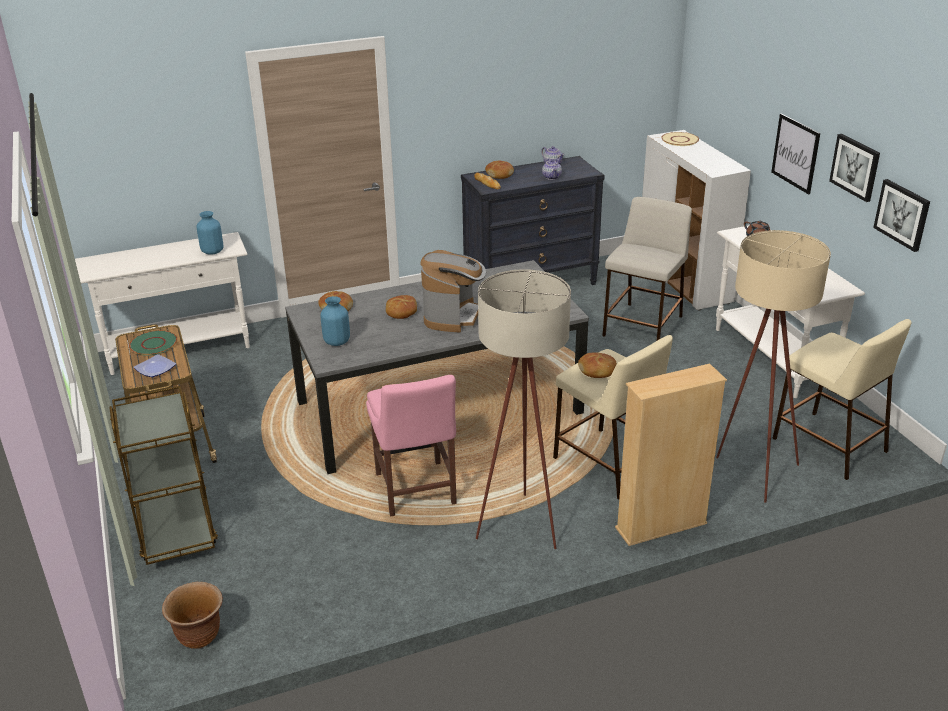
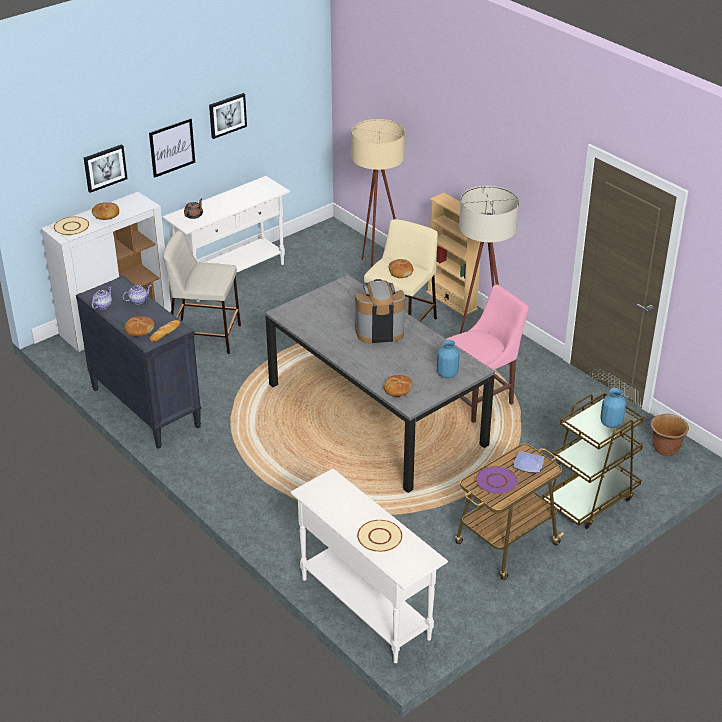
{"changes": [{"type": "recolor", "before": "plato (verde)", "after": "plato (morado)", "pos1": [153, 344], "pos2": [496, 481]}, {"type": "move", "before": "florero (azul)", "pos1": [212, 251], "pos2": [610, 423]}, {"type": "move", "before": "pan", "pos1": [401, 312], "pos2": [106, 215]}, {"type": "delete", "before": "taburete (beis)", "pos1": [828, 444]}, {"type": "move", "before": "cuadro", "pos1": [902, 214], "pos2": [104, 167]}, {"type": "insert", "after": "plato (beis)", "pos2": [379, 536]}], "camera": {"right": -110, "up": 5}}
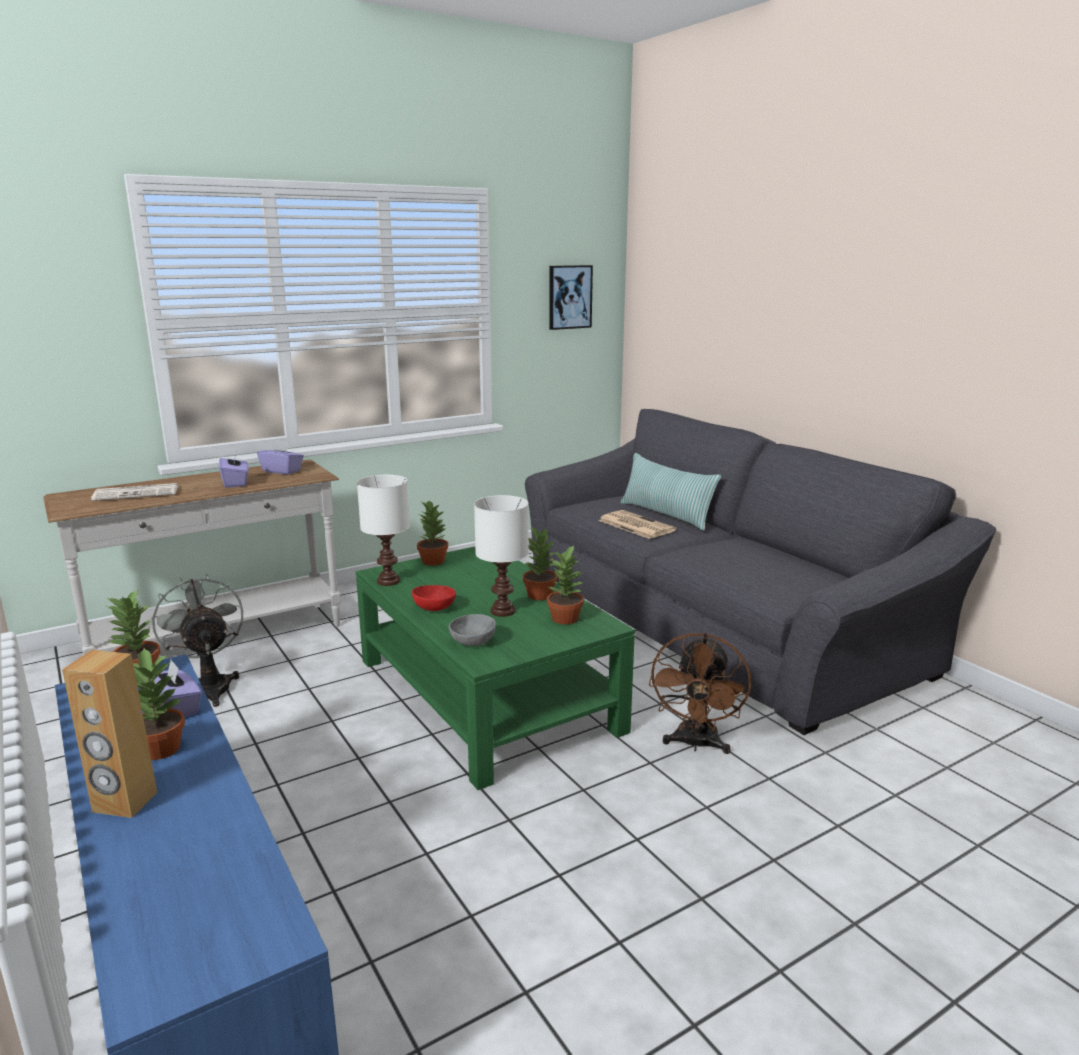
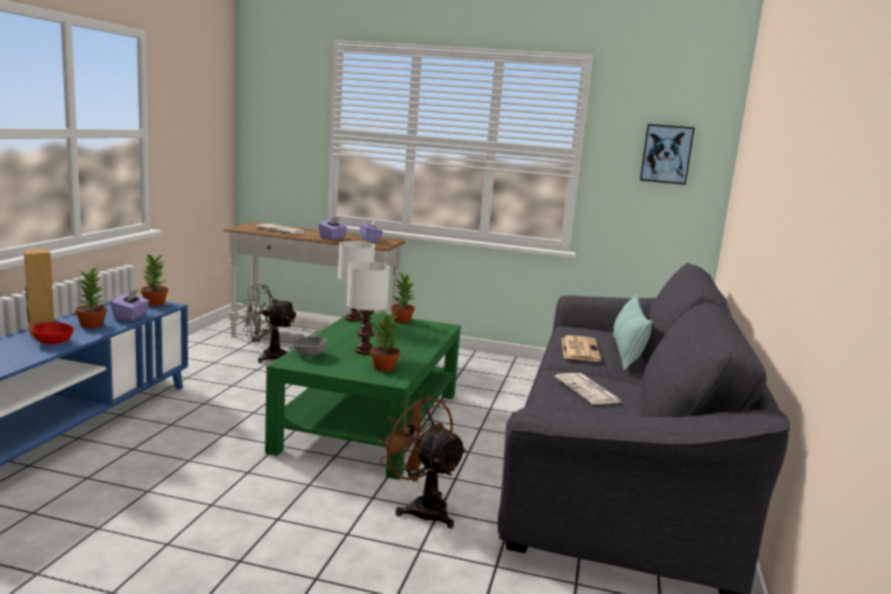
{"changes": [{"type": "rotate", "before": "ventilador (gris)", "pos1": [209, 686], "pos2": [267, 356], "turn": -105}, {"type": "move", "before": "cuenco (rojo)", "pos1": [434, 607], "pos2": [54, 342]}, {"type": "delete", "before": "planta en maceta", "pos1": [540, 595]}, {"type": "rotate", "before": "ventilador (marrón)", "pos1": [696, 744], "pos2": [421, 507], "turn": 75}, {"type": "insert", "after": "periódico", "pos2": [588, 390]}], "camera": {"right": 45, "up": -5}}
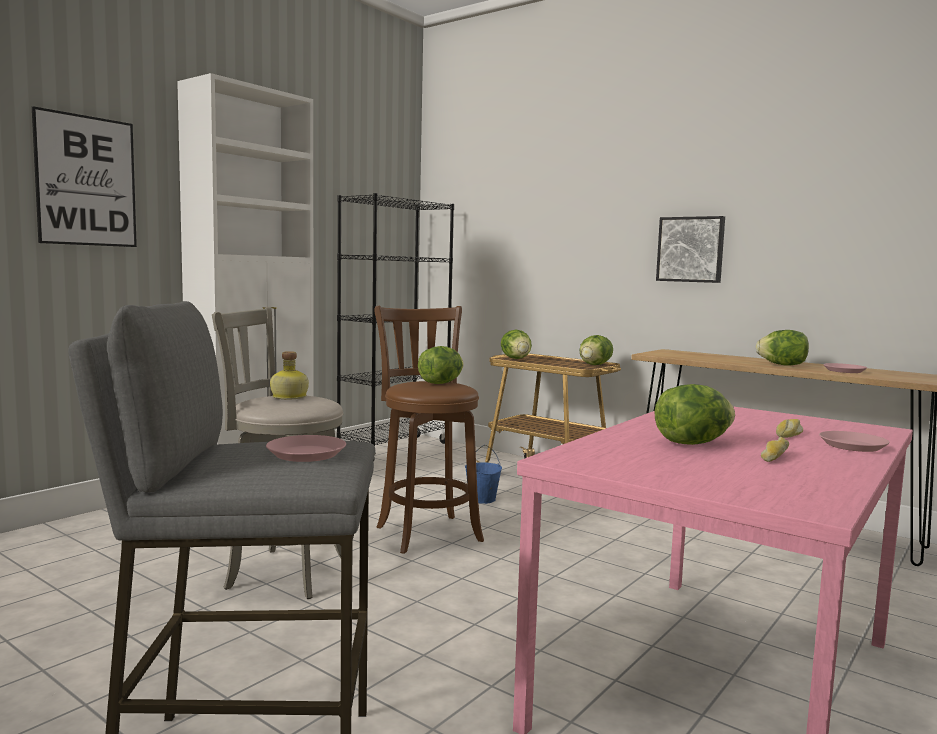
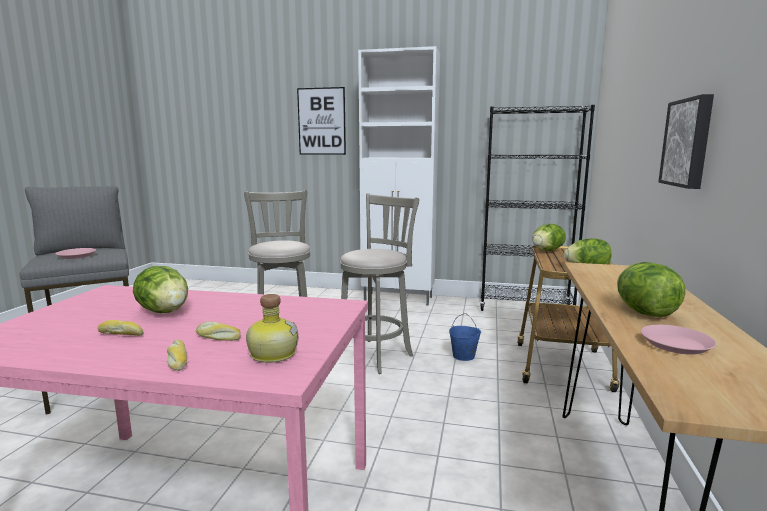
{"changes": [{"type": "move", "before": "botella", "pos1": [288, 397], "pos2": [272, 354]}, {"type": "recolor", "before": "taburete (marrón)", "after": "taburete (gris)", "pos1": [427, 532], "pos2": [376, 354]}, {"type": "delete", "before": "lechuga", "pos1": [441, 383]}, {"type": "replace", "before": "plato (rosa)", "after": "pan", "pos1": [852, 446], "pos2": [177, 360]}], "camera": {"right": 65, "up": 5}}
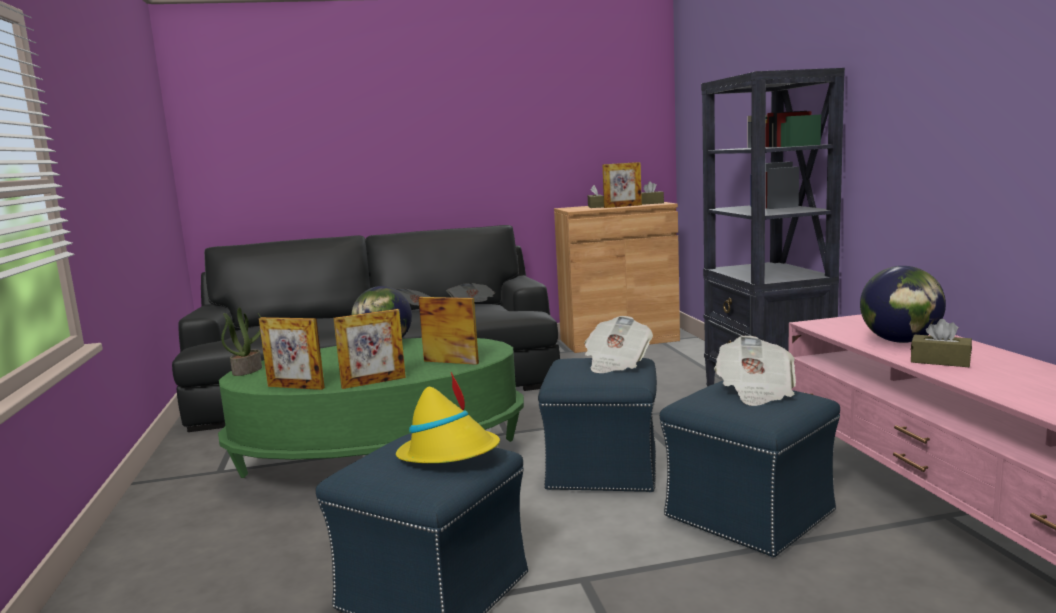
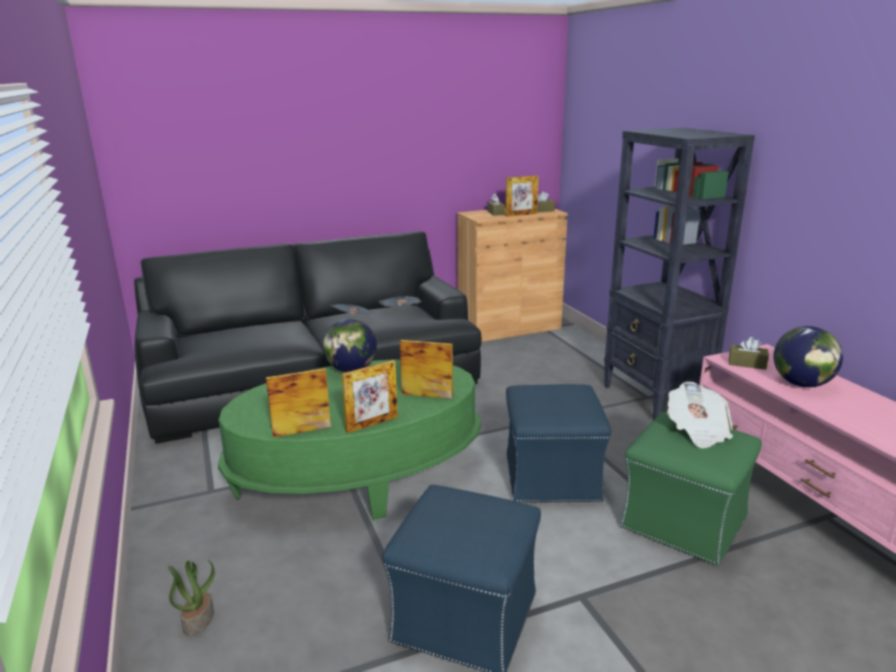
{"changes": [{"type": "move", "before": "planta en maceta", "pos1": [247, 370], "pos2": [198, 620]}, {"type": "rotate", "before": "portarretratos", "pos1": [295, 387], "pos2": [302, 431], "turn": 150}, {"type": "delete", "before": "sombrero (amarillo)", "pos1": [450, 454]}, {"type": "delete", "before": "periódico", "pos1": [616, 363]}, {"type": "recolor", "before": "puf (azul)", "after": "puf (verde)", "pos1": [747, 514], "pos2": [682, 521]}, {"type": "move", "before": "caja de pañuelos (marrón)", "pos1": [940, 361], "pos2": [747, 363]}], "camera": {"right": -10, "up": 10}}
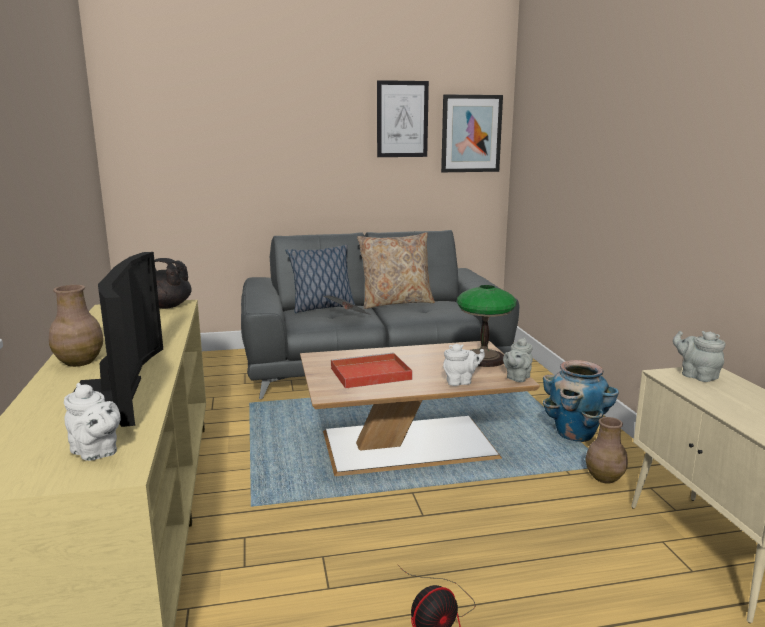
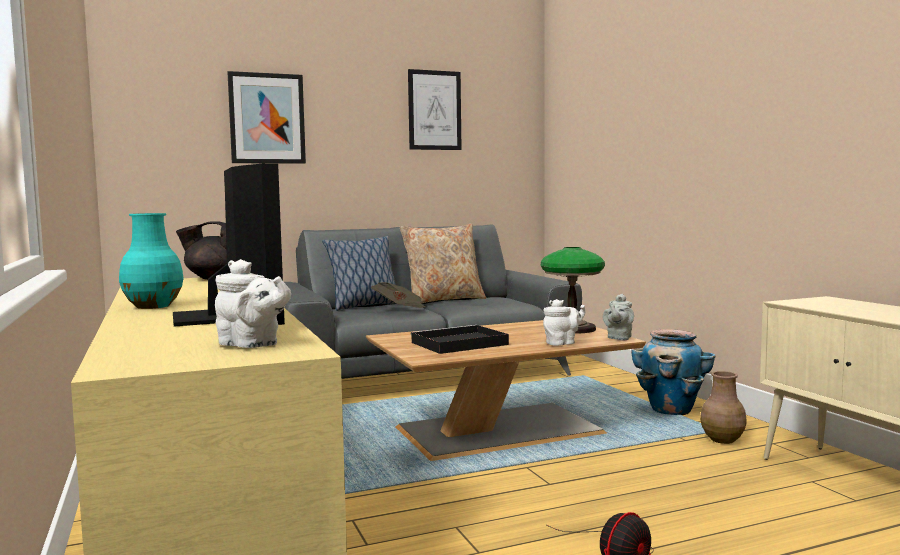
{"changes": [{"type": "recolor", "before": "florero (marrón)", "after": "florero (turquesa)", "pos1": [79, 362], "pos2": [152, 306]}, {"type": "recolor", "before": "bandeja (rojo)", "after": "bandeja (negro)", "pos1": [369, 374], "pos2": [458, 344]}, {"type": "move", "before": "cuadro", "pos1": [471, 134], "pos2": [267, 118]}, {"type": "delete", "before": "tetera (gris)", "pos1": [696, 375]}], "camera": {"right": -10, "up": -10}}
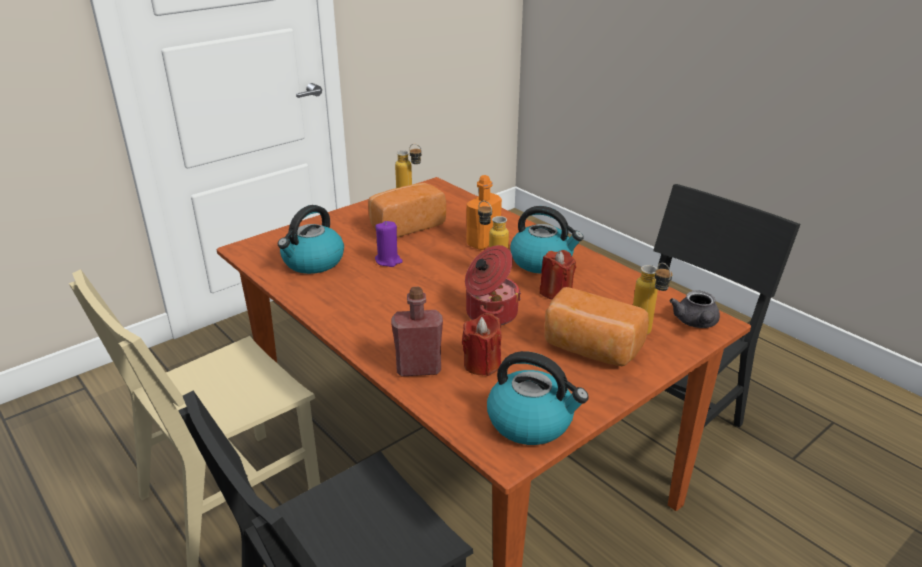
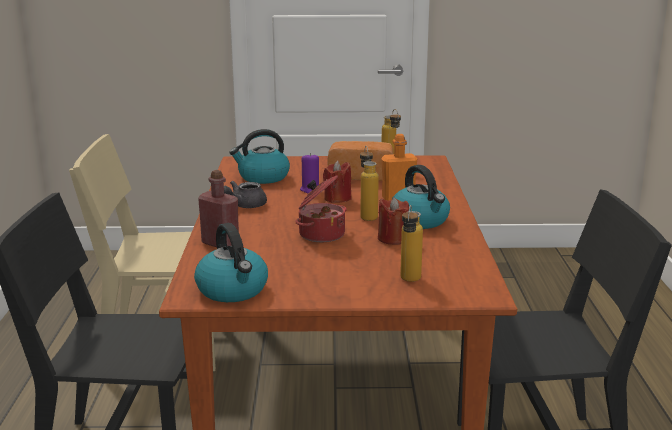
{"changes": [{"type": "move", "before": "vela (rojo)", "pos1": [482, 364], "pos2": [337, 199]}, {"type": "delete", "before": "pan", "pos1": [590, 349]}, {"type": "move", "before": "tetera (gris)", "pos1": [696, 323], "pos2": [244, 205]}], "camera": {"right": 40, "up": -10}}
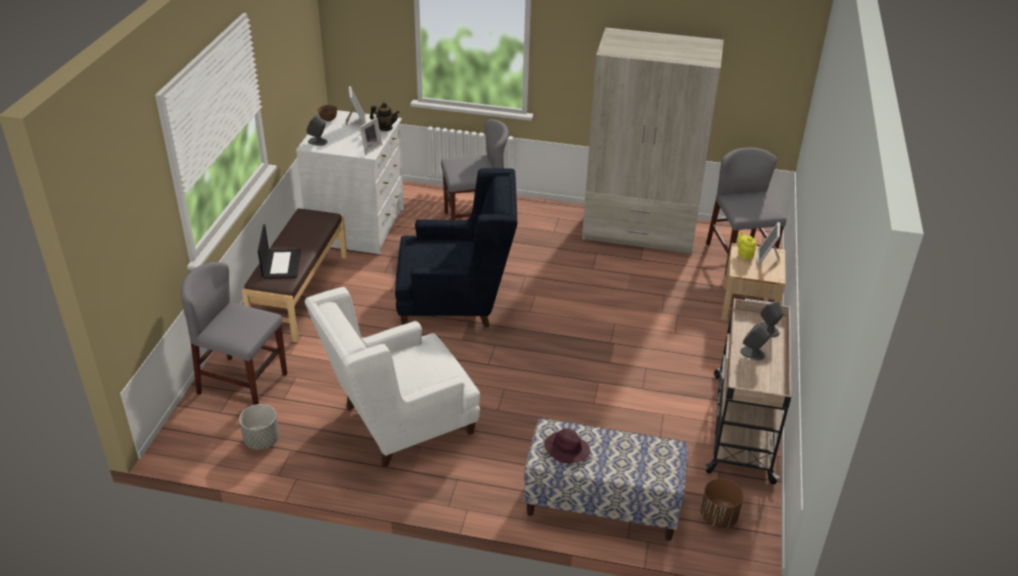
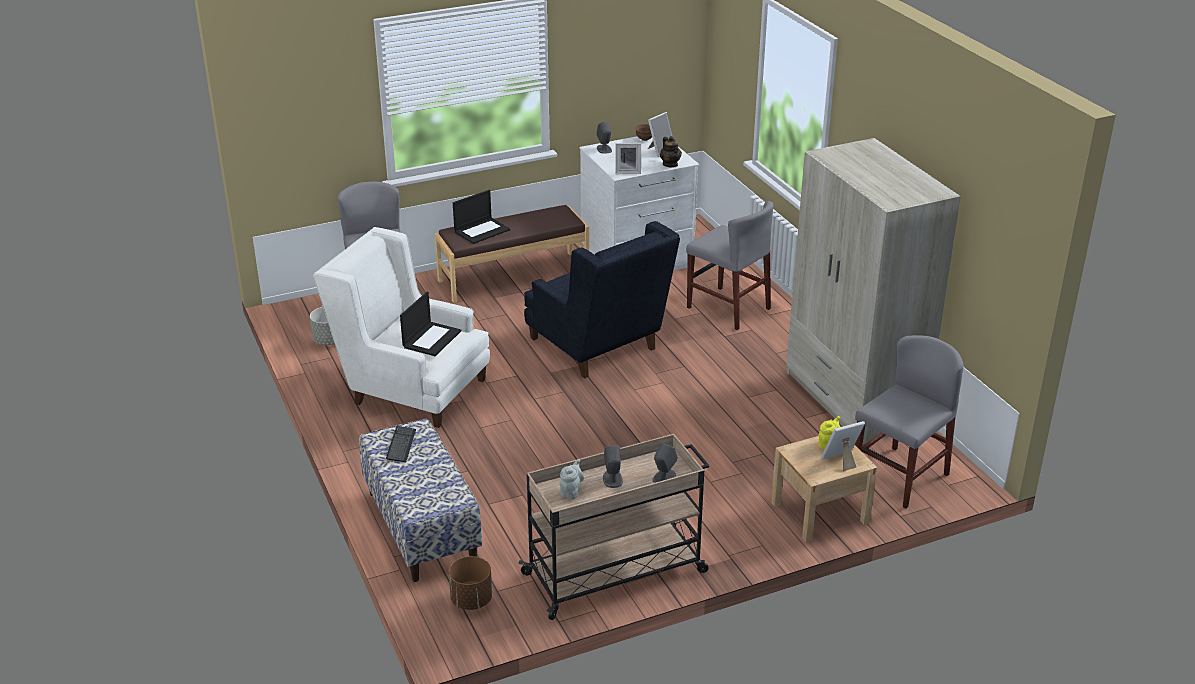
{"changes": [{"type": "replace", "before": "sombrero (morado)", "after": "teclado", "pos1": [566, 449], "pos2": [401, 445]}, {"type": "insert", "after": "portátil", "pos2": [431, 339]}, {"type": "insert", "after": "tetera (gris)", "pos2": [571, 491]}], "camera": {"right": 55, "up": -5}}
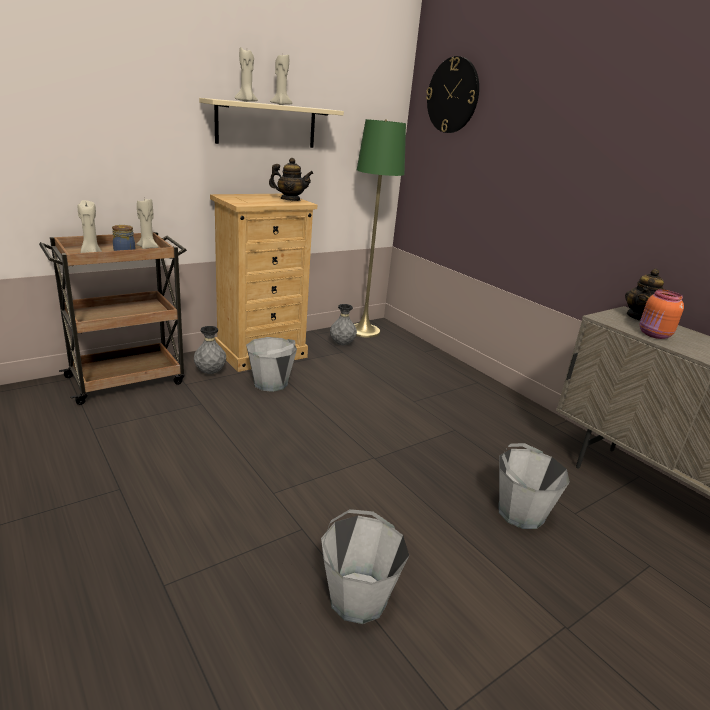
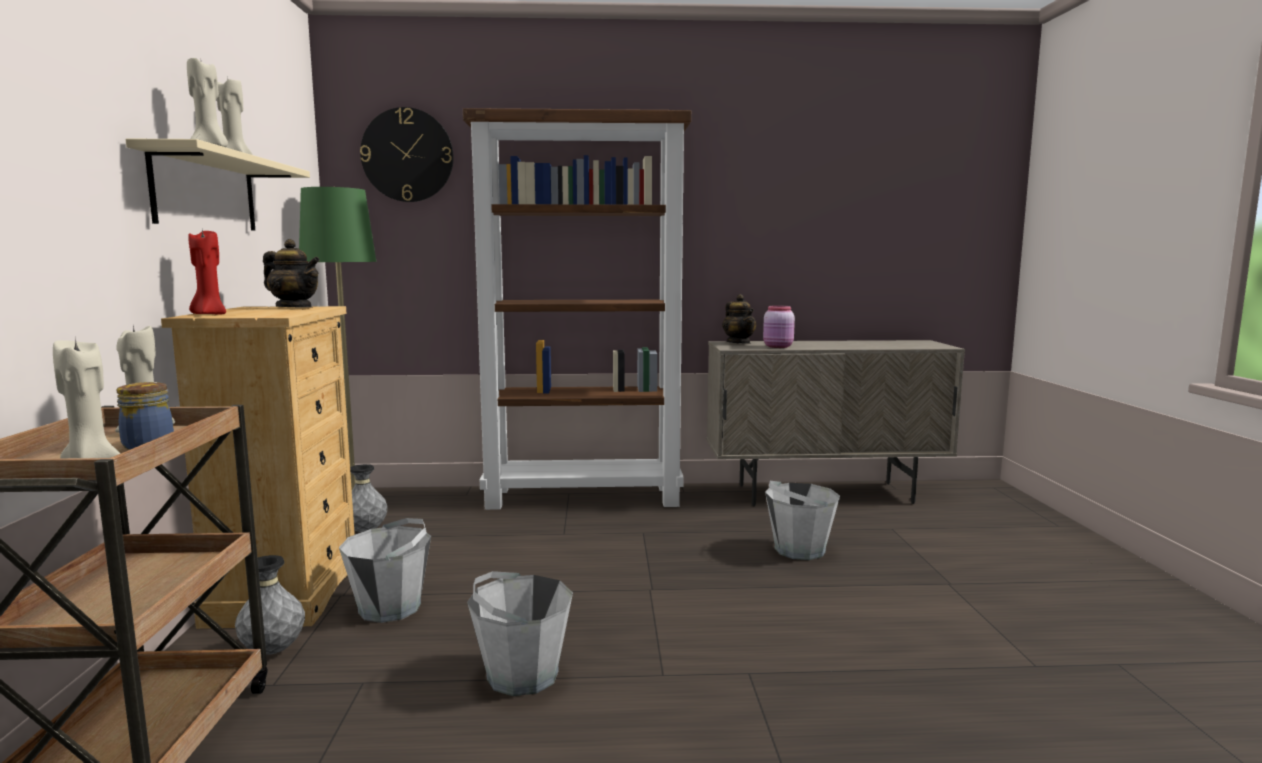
{"changes": [{"type": "rotate", "before": "tetera", "pos1": [290, 200], "pos2": [294, 307], "turn": 75}, {"type": "move", "before": "cubo (gris)", "pos1": [357, 598], "pos2": [522, 675]}, {"type": "recolor", "before": "tarro (naranja)", "after": "tarro (rosa)", "pos1": [654, 335], "pos2": [778, 347]}, {"type": "insert", "after": "vela (rojo)", "pos2": [209, 314]}, {"type": "insert", "after": "estantería (marrón)", "pos2": [585, 497]}], "camera": {"right": -55, "up": -15}}
